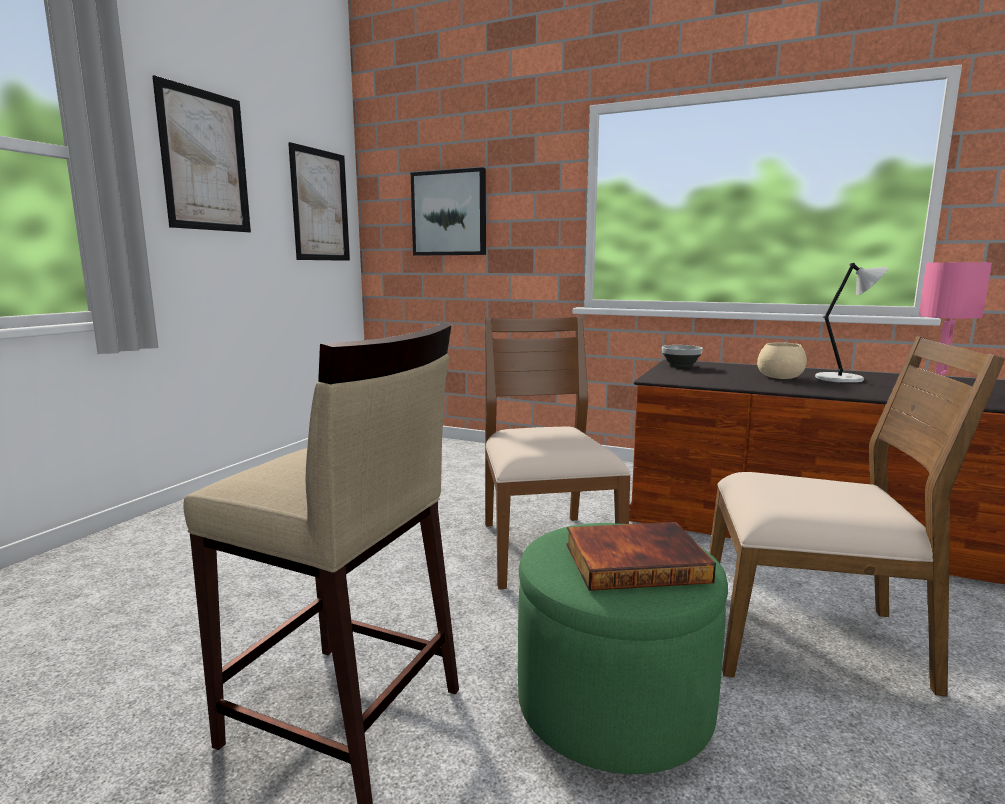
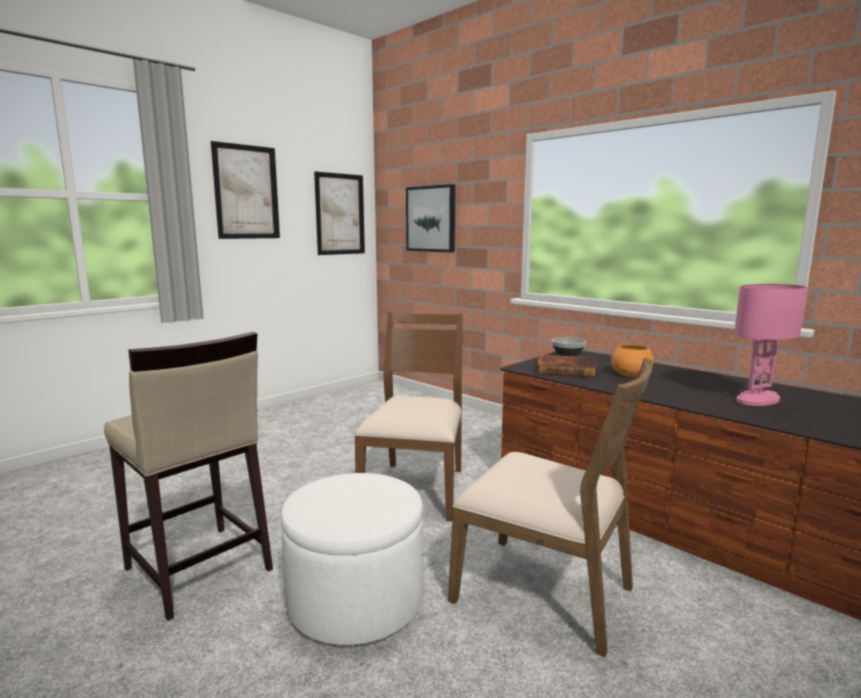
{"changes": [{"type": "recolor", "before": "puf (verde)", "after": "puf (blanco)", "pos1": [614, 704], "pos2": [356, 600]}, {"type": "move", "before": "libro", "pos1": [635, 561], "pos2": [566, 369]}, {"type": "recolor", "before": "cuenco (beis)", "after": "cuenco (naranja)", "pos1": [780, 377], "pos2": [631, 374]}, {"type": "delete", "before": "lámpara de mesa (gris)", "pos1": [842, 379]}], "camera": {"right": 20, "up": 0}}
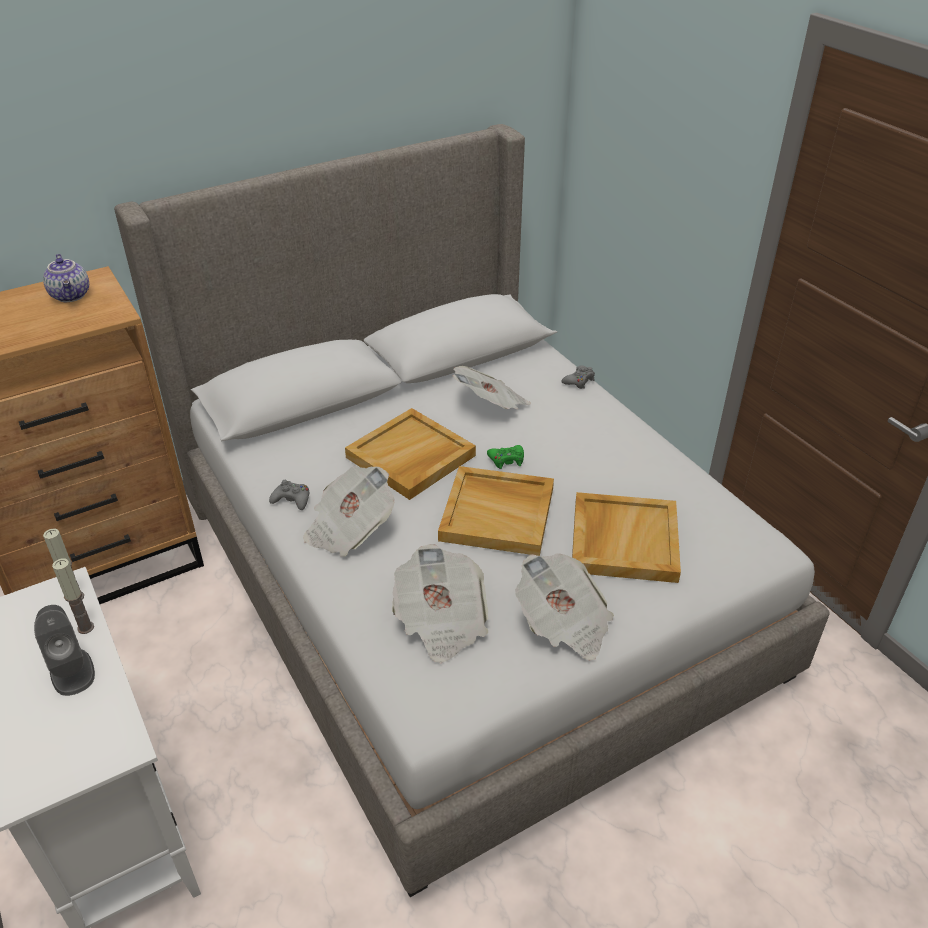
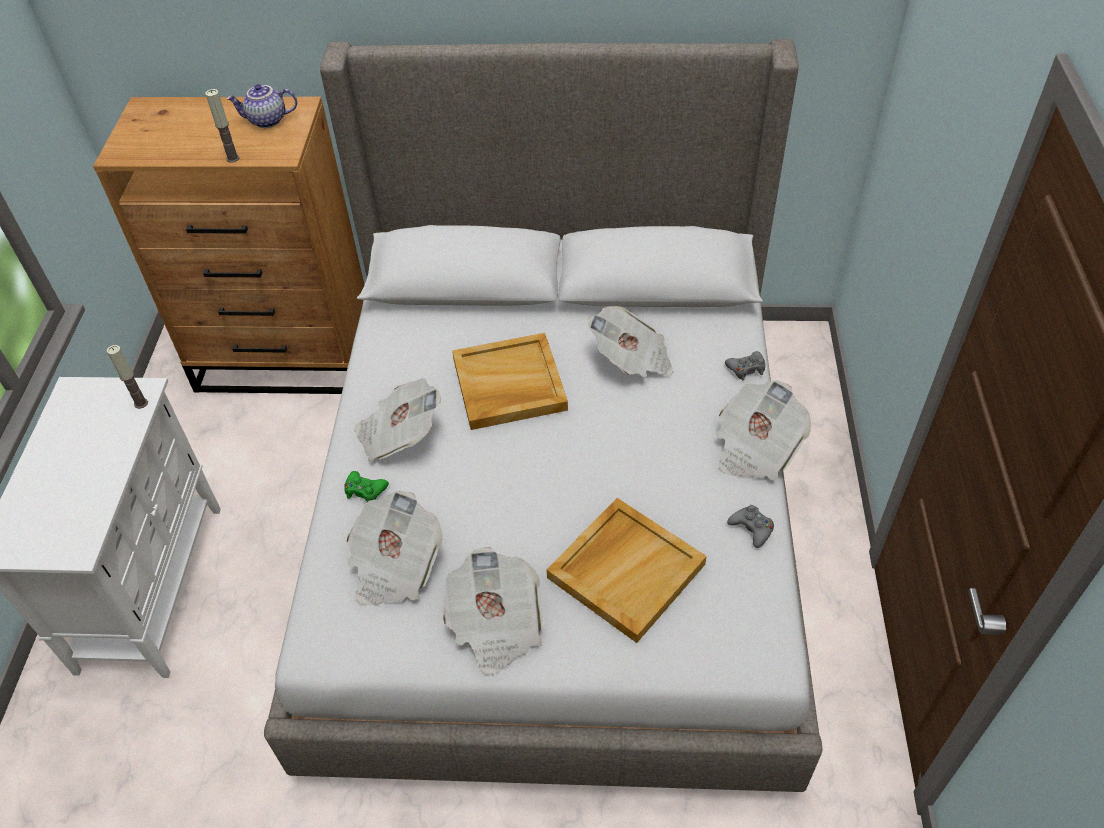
{"changes": [{"type": "delete", "before": "altavoz (gris)", "pos1": [72, 671]}, {"type": "rotate", "before": "tetera", "pos1": [72, 295], "pos2": [267, 121], "turn": 75}, {"type": "move", "before": "vela", "pos1": [86, 627], "pos2": [233, 158]}, {"type": "move", "before": "mando de consola (gris)", "pos1": [292, 500], "pos2": [752, 528]}, {"type": "delete", "before": "bandeja (beis)", "pos1": [498, 513]}, {"type": "move", "before": "mando de consola (verde)", "pos1": [506, 460], "pos2": [365, 490]}, {"type": "insert", "after": "periódico", "pos2": [755, 448]}], "camera": {"right": 35, "up": 10}}
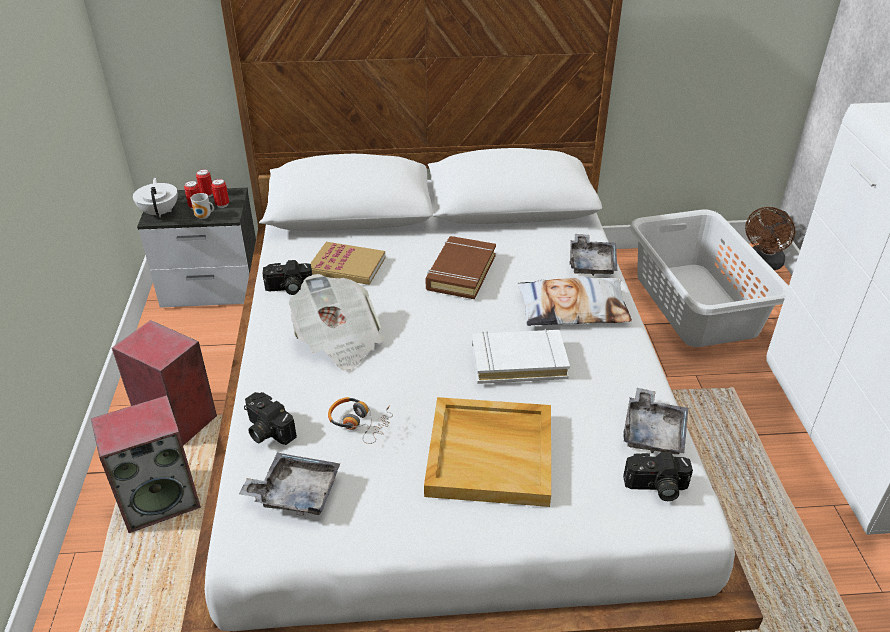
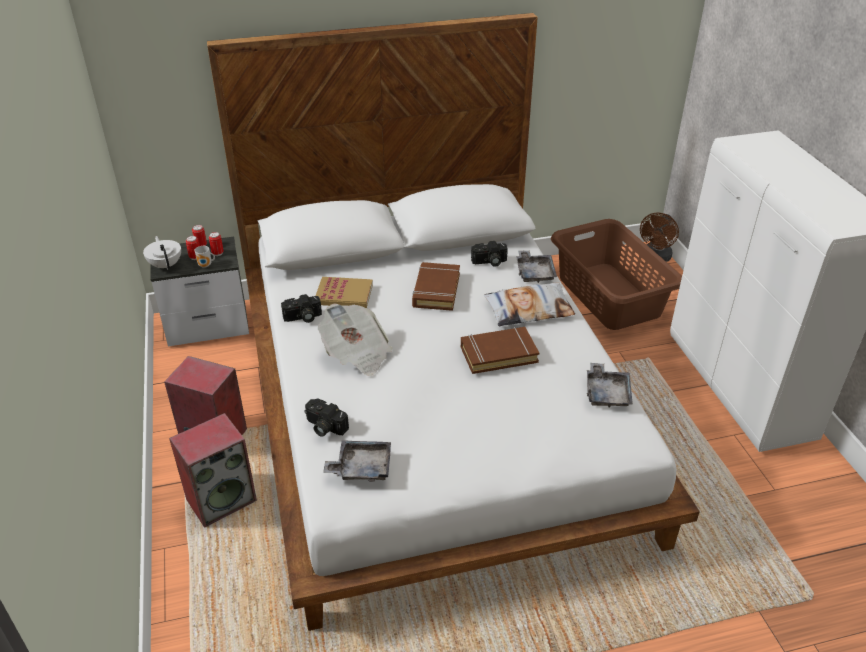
{"changes": [{"type": "delete", "before": "auriculares", "pos1": [360, 423]}, {"type": "delete", "before": "bandeja (beis)", "pos1": [491, 453]}, {"type": "recolor", "before": "libro (blanco)", "after": "libro (marrón)", "pos1": [518, 361], "pos2": [498, 354]}, {"type": "move", "before": "cámara", "pos1": [656, 488], "pos2": [489, 262]}, {"type": "recolor", "before": "cesto de la ropa (gris)", "after": "cesto de la ropa (marrón)", "pos1": [696, 303], "pos2": [609, 295]}], "camera": {"right": -10, "up": 0}}
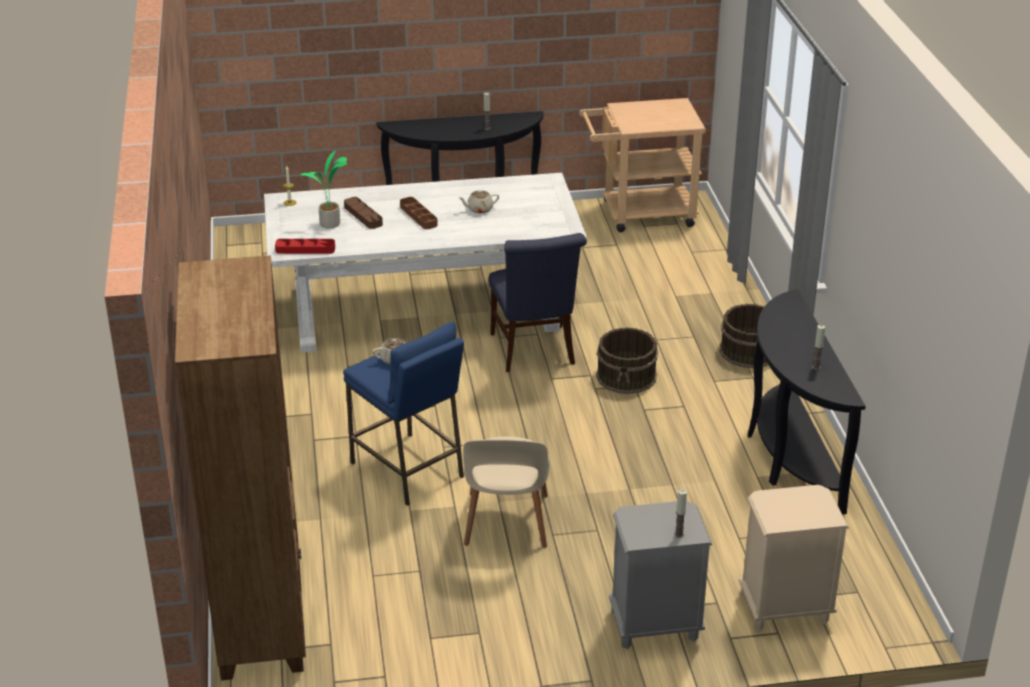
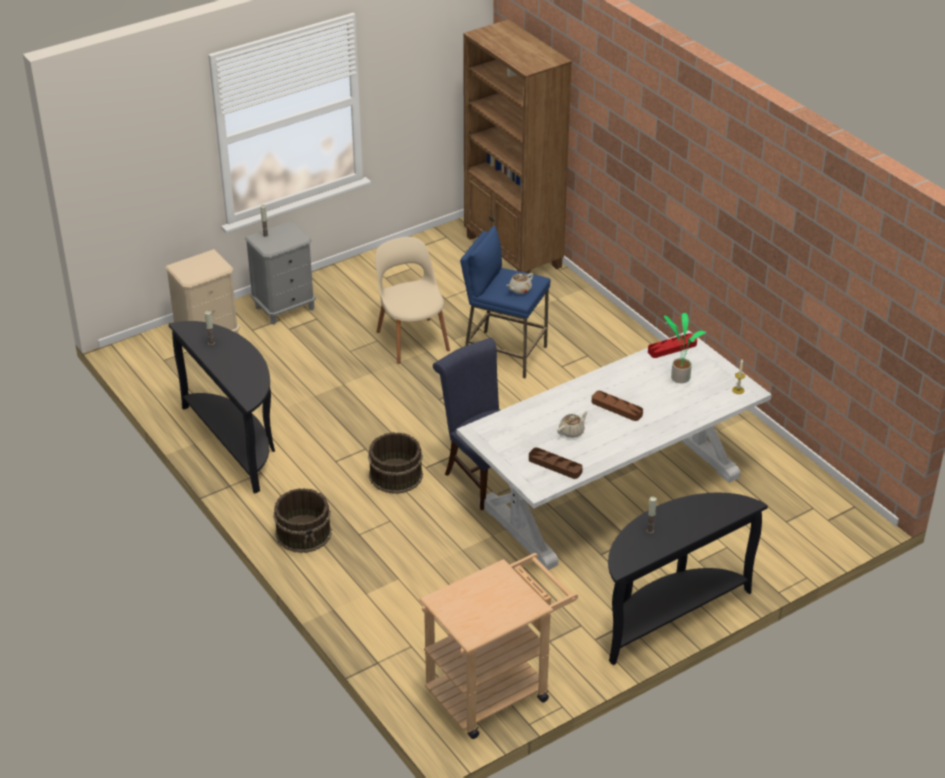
{"changes": [{"type": "move", "before": "bandeja (marrón)", "pos1": [363, 216], "pos2": [555, 465]}], "camera": {"right": 155, "up": 5}}
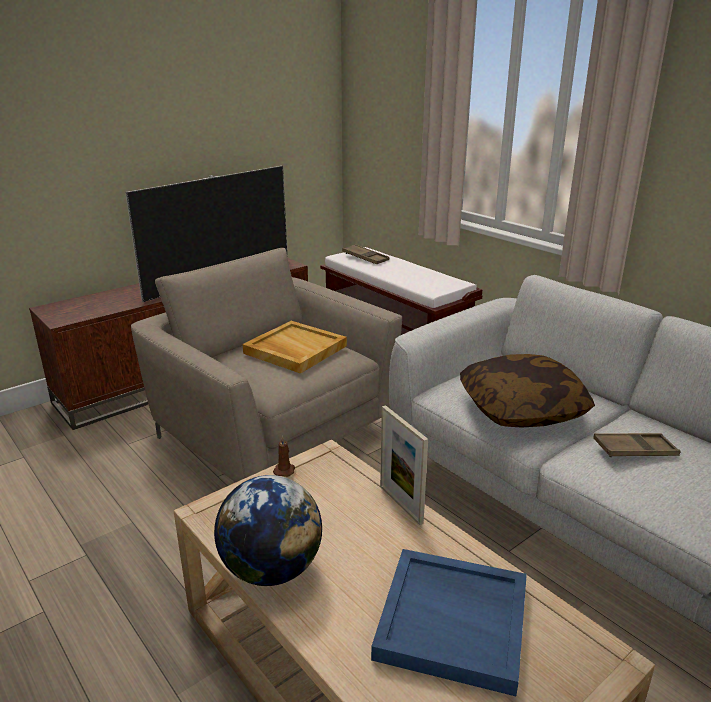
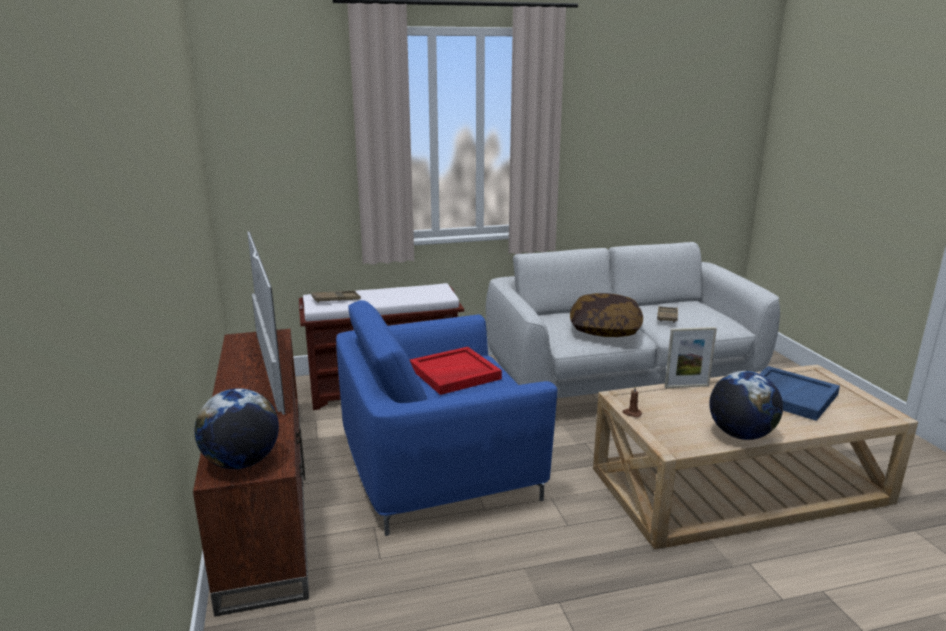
{"changes": [{"type": "recolor", "before": "sillón (beis)", "after": "sillón (azul)", "pos1": [274, 433], "pos2": [438, 467]}, {"type": "recolor", "before": "bandeja (beis)", "after": "bandeja (rojo)", "pos1": [294, 350], "pos2": [454, 374]}, {"type": "insert", "after": "globo terráqueo", "pos2": [241, 462]}], "camera": {"right": -65, "up": -5}}
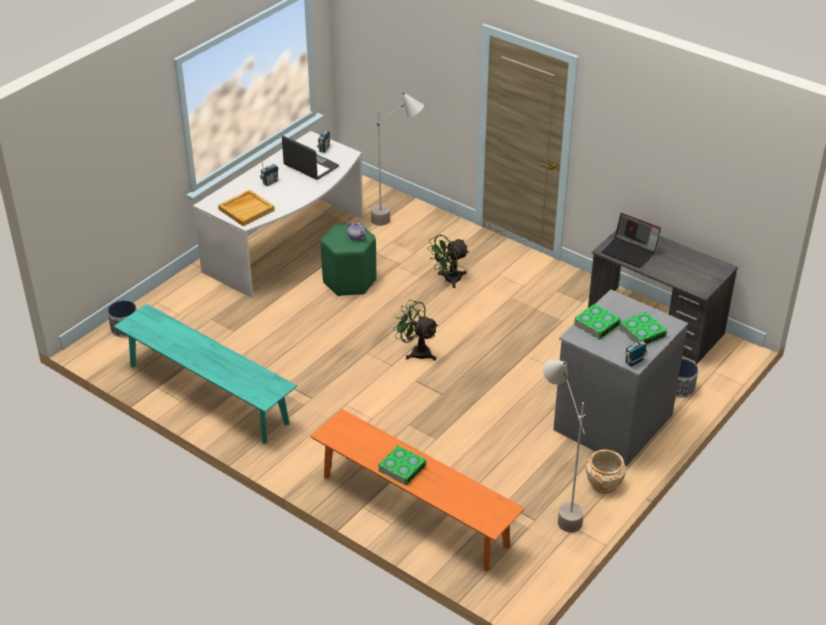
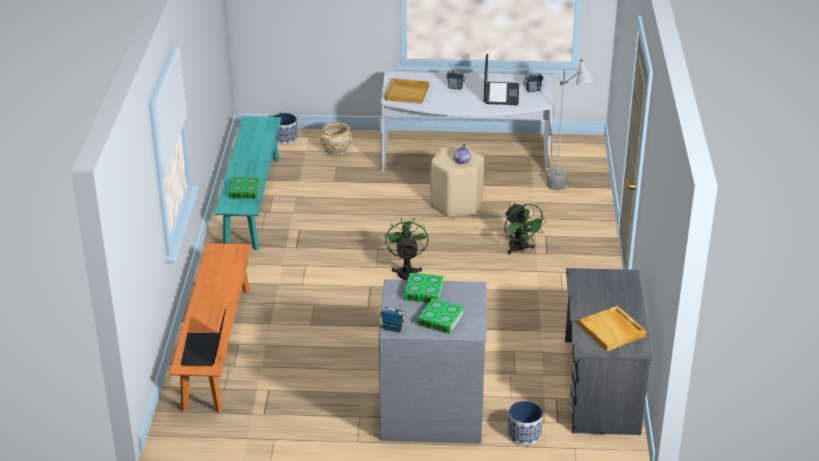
{"changes": [{"type": "recolor", "before": "taburete (verde)", "after": "taburete (beis)", "pos1": [349, 282], "pos2": [455, 204]}, {"type": "move", "before": "libro", "pos1": [402, 468], "pos2": [245, 191]}, {"type": "rotate", "before": "ventilador (verde)", "pos1": [448, 280], "pos2": [520, 249], "turn": -135}, {"type": "delete", "before": "lámpara de pie (gris)", "pos1": [557, 509]}, {"type": "move", "before": "maceta (beis)", "pos1": [603, 484], "pos2": [336, 150]}, {"type": "move", "before": "portátil", "pos1": [630, 252], "pos2": [205, 350]}, {"type": "insert", "after": "bandeja (beis)", "pos2": [612, 331]}], "camera": {"right": 55, "up": -5}}
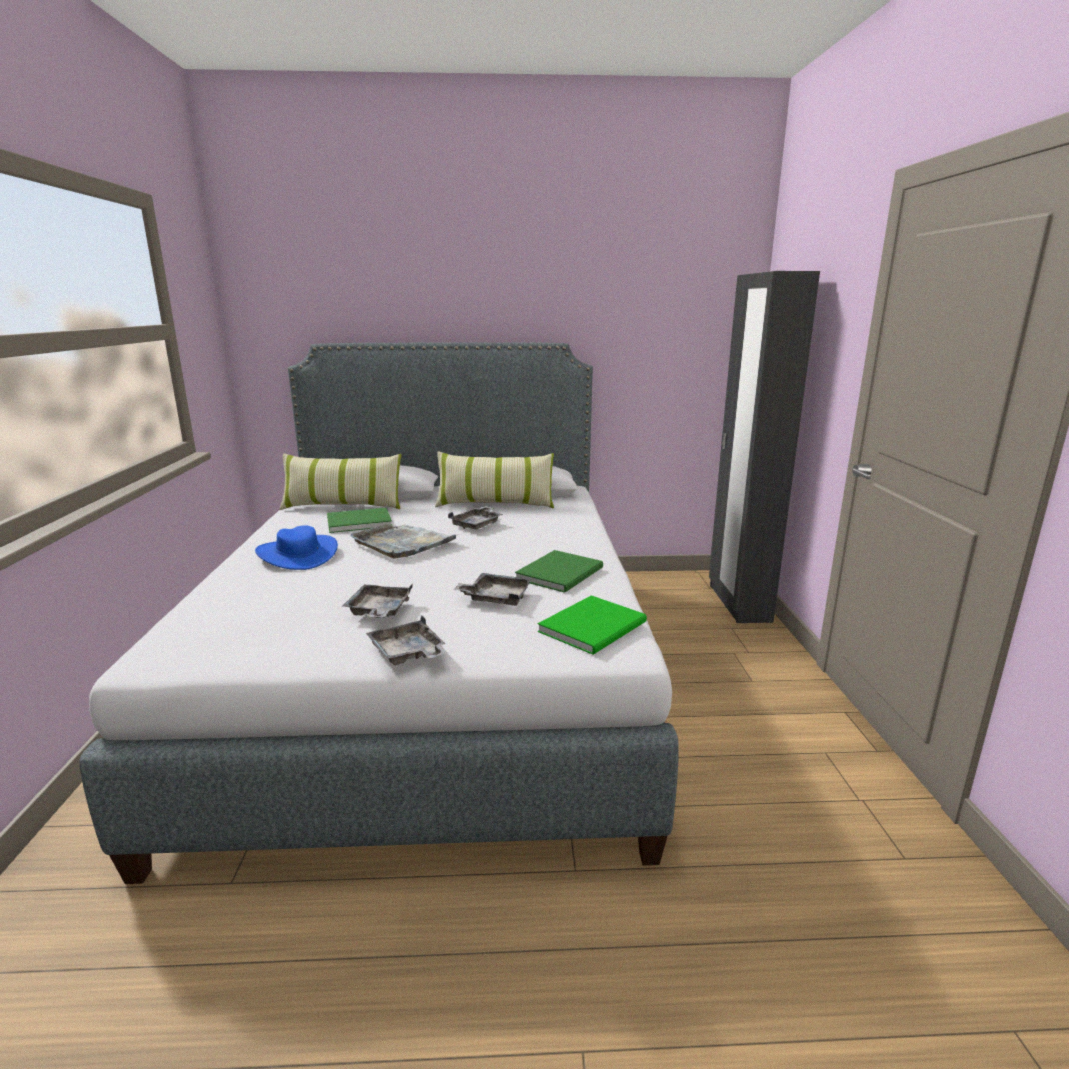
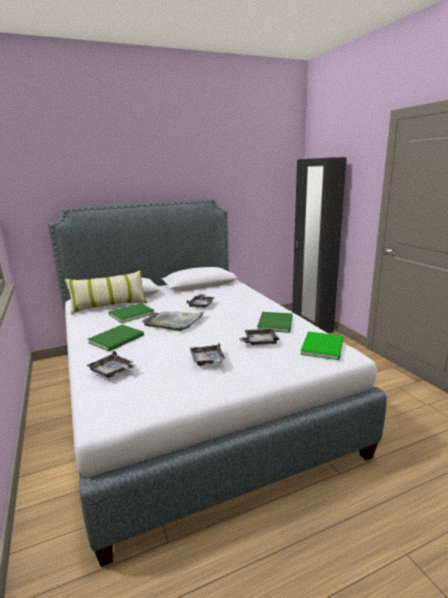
{"changes": [{"type": "replace", "before": "sombrero (azul)", "after": "libro (verde)", "pos1": [298, 554], "pos2": [118, 338]}, {"type": "move", "before": "bandeja (gris)", "pos1": [408, 654], "pos2": [112, 371]}, {"type": "delete", "before": "cojín", "pos1": [495, 504]}], "camera": {"right": -20, "up": 0}}
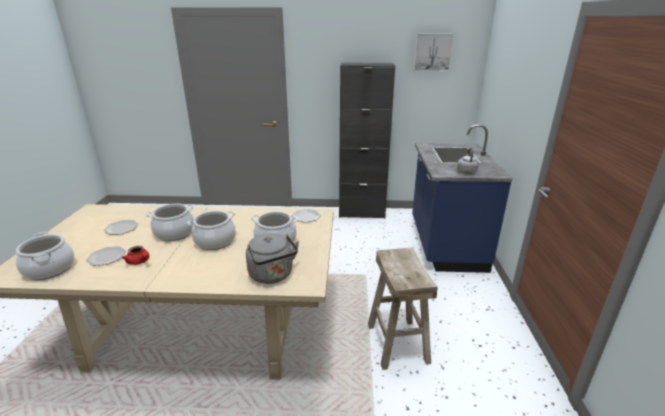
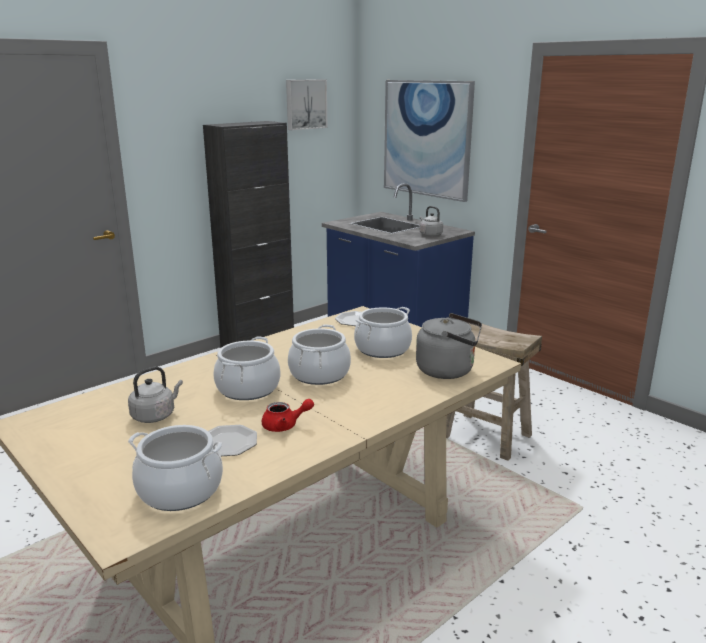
{"changes": [{"type": "replace", "before": "plato", "after": "hervidor (gris)", "pos1": [122, 228], "pos2": [155, 415]}, {"type": "insert", "after": "cuadro", "pos2": [427, 138]}], "camera": {"right": -45, "up": -5}}
